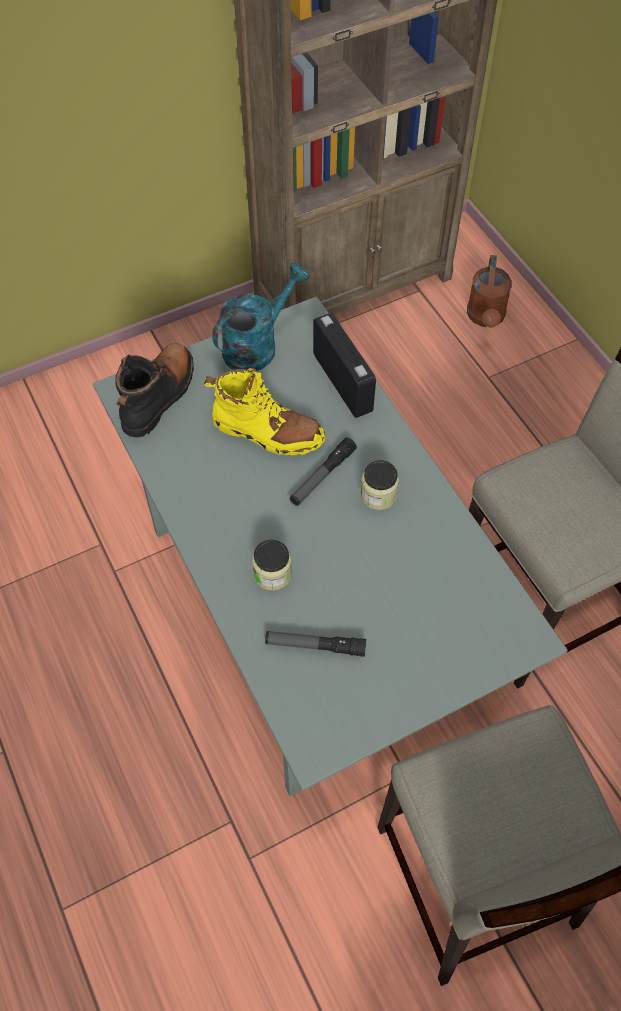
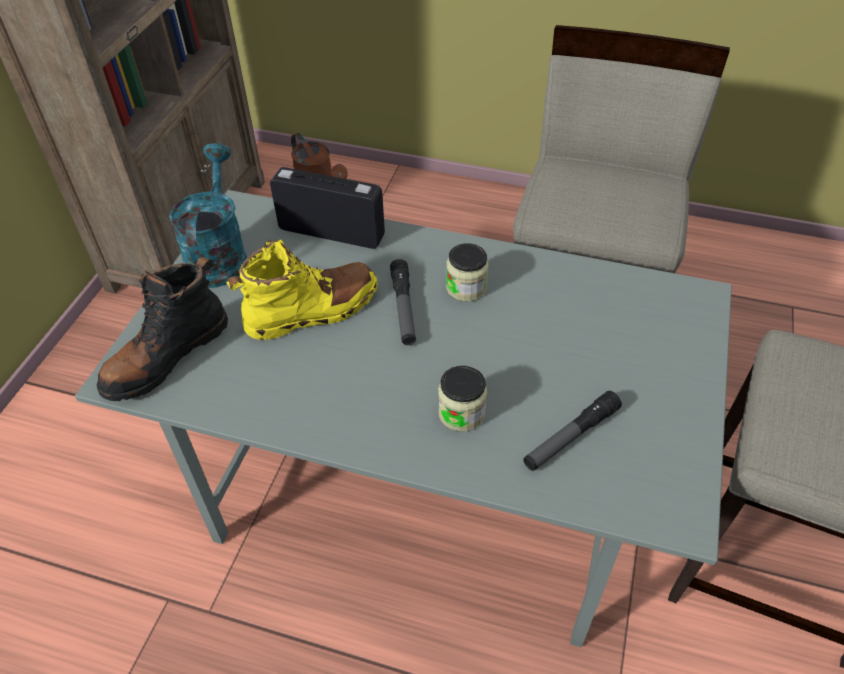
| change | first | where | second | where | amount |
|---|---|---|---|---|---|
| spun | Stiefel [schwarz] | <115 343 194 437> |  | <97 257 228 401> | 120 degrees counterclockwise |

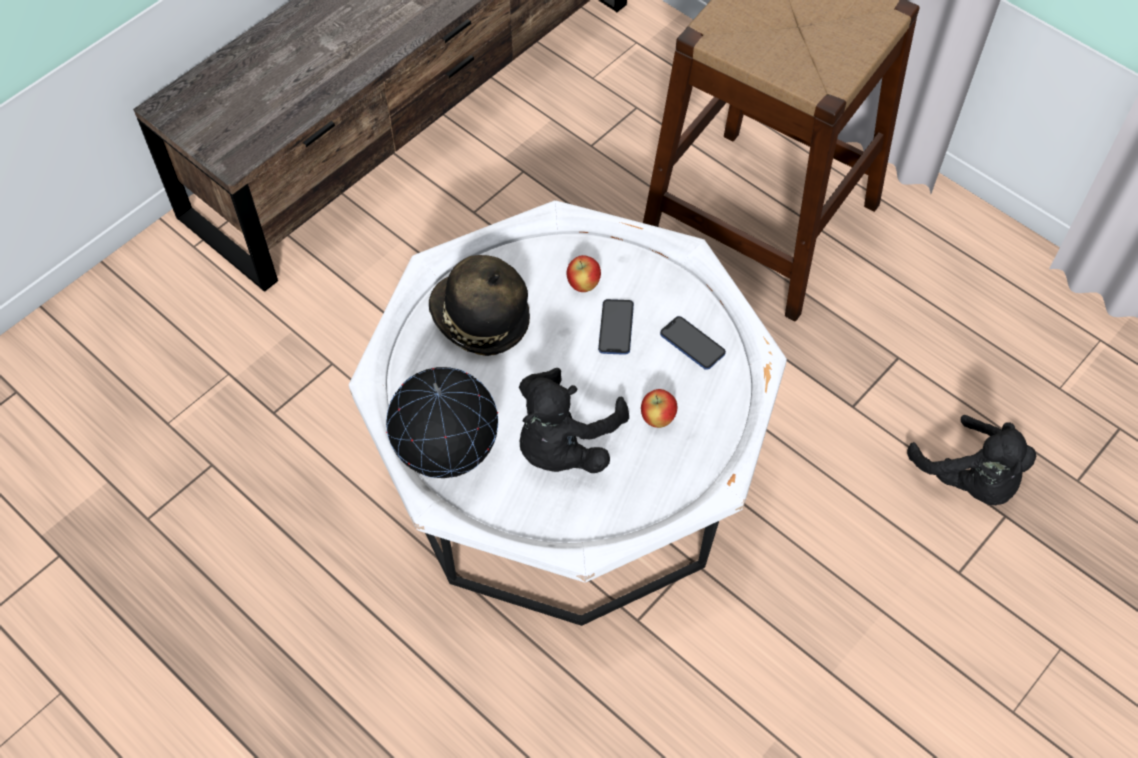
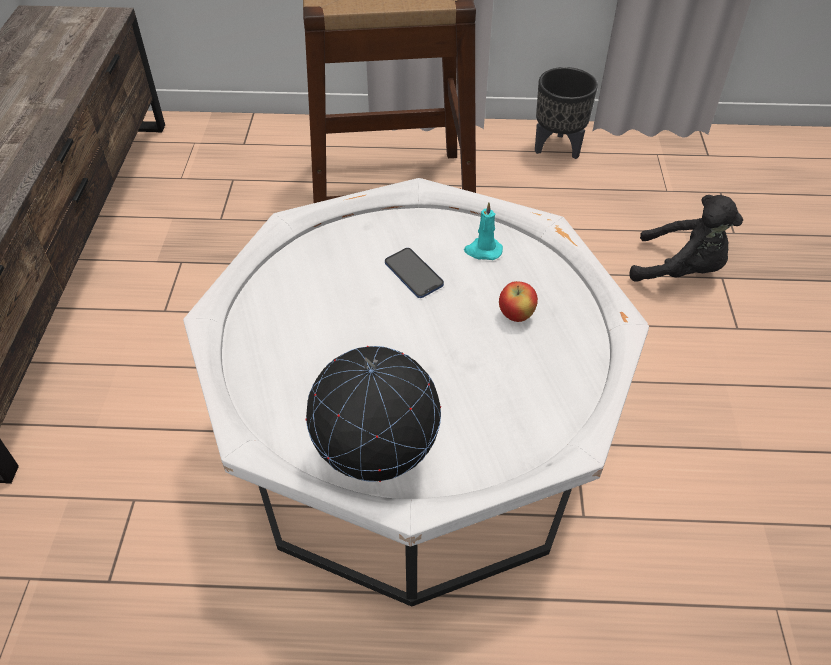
| change | first | where | second | where | amount |
|---|---|---|---|---|---|
| exchanged | Handy | <660 316 726 370> | Kerze [türkis] | <464 202 503 260> |  |
| appeared |  |  | Pflanzkübel [schwarz] | <535 67 598 159> |  |
| missing | Hut | <429 255 530 356> |  |  |  |
| missing | Plüschtier [schwarz] | <519 368 629 473> |  |  |  |
| missing | Apfel | <567 255 601 292> |  |  |  |

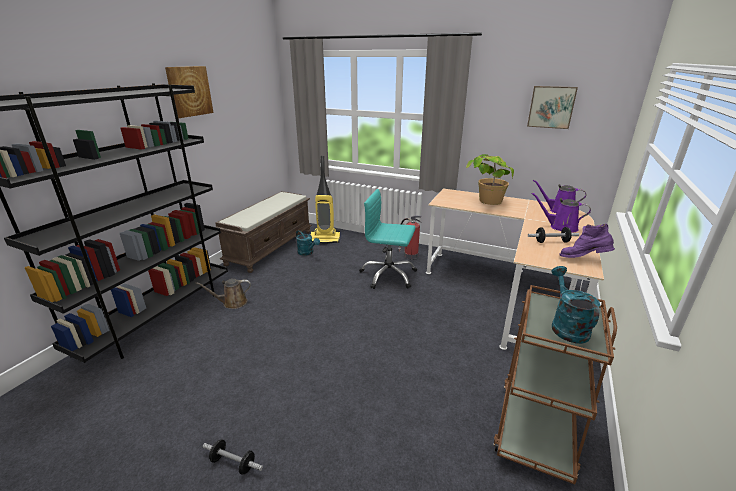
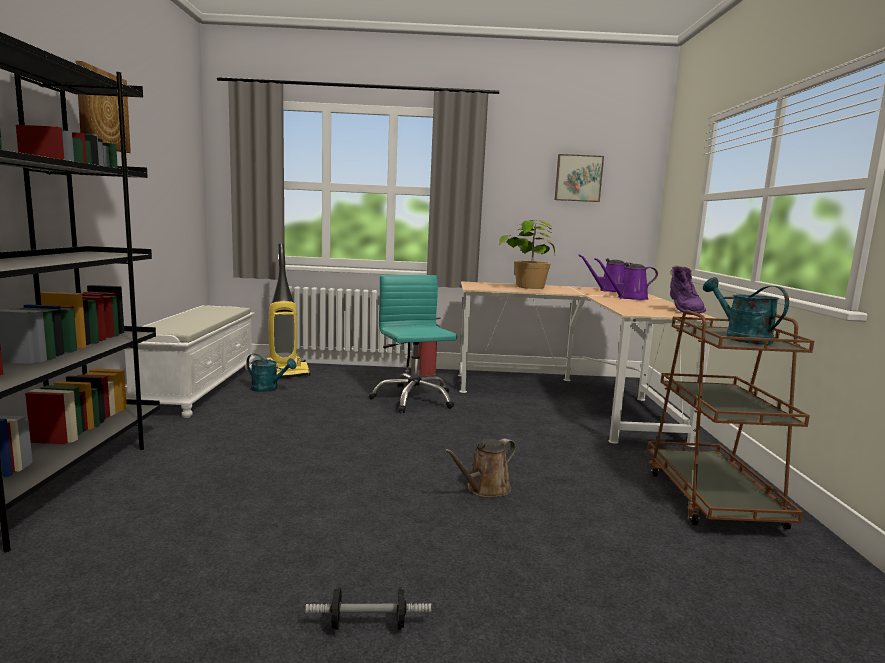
| change | first | where | second | where | amount |
|---|---|---|---|---|---|
| colour | Bank [braun] | <215 191 312 273> | Bank [weiß] | <125 305 255 418> |  |
| spun | Bürostuhl [türkis] | <359 189 417 289> |  | <369 275 457 413> | 75 degrees clockwise |
| relocated | Gießkanne [braun] | <195 279 251 309> |  | <444 438 516 498> |  |
| spun | Stiefel [lila] | <560 224 615 258> |  | <670 265 706 315> | 90 degrees counterclockwise |
| missing | Hantel | <528 227 579 243> |  |  |  |

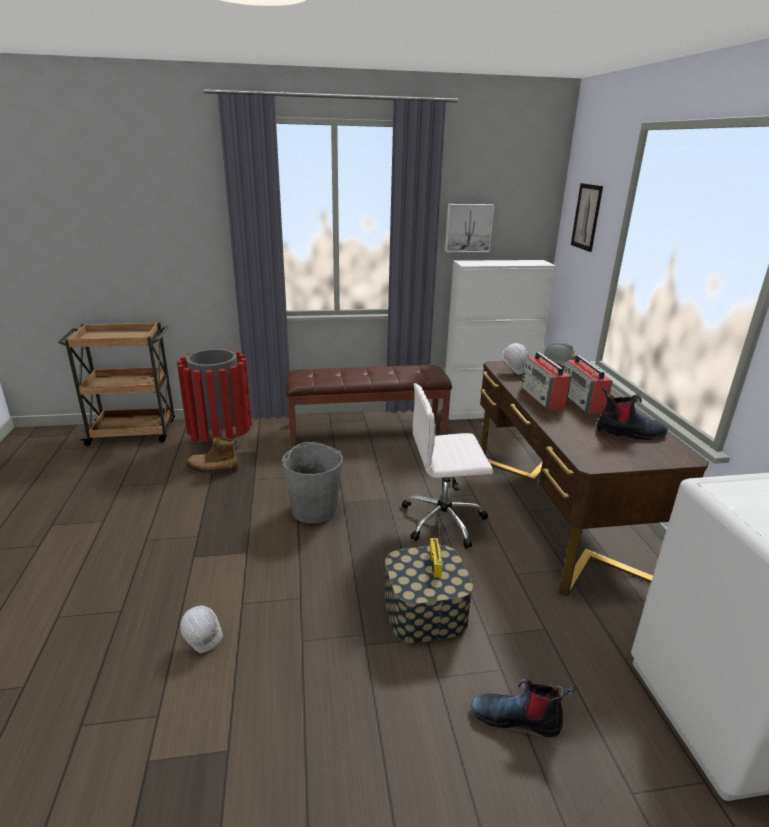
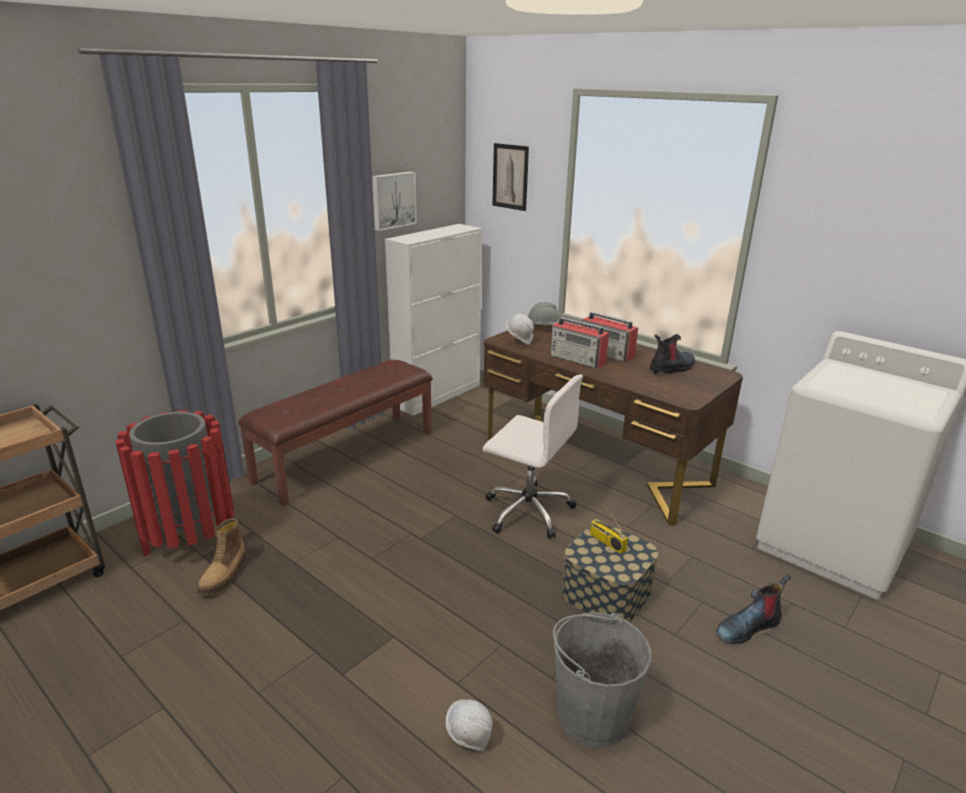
| change | first | where | second | where | amount |
|---|---|---|---|---|---|
| spun | Stiefel | <186 437 239 474> |  | <197 518 247 595> | 45 degrees counterclockwise |
| spun | Bürostuhl [weiß] | <402 383 493 549> |  | <483 374 583 539> | 105 degrees counterclockwise |
| relocated | Eimer [grau] | <282 442 343 524> |  | <553 612 651 748> |  |

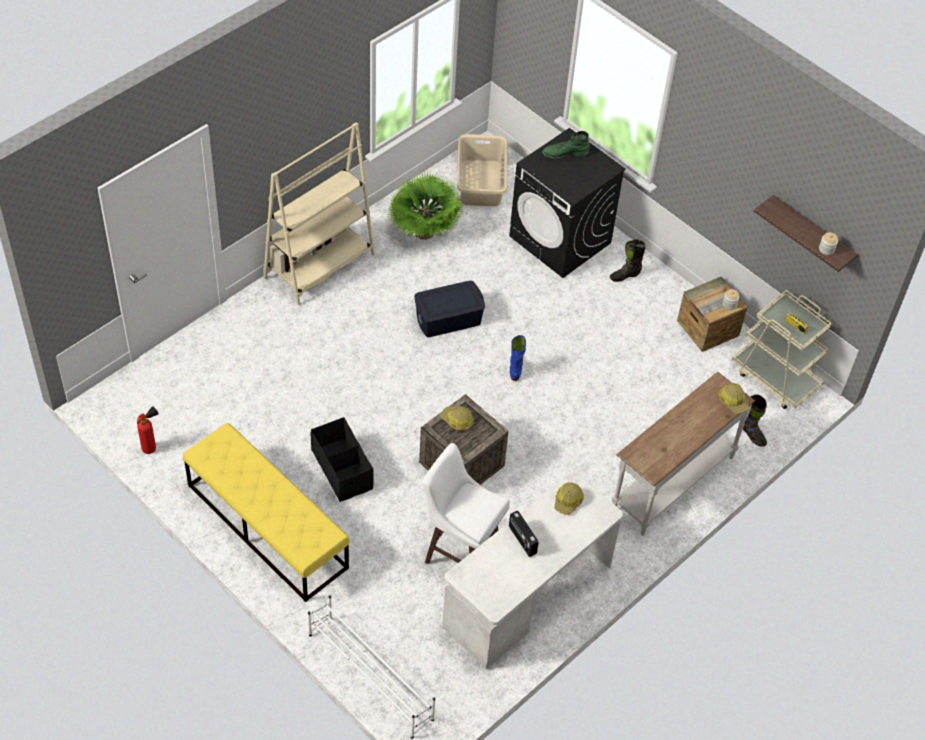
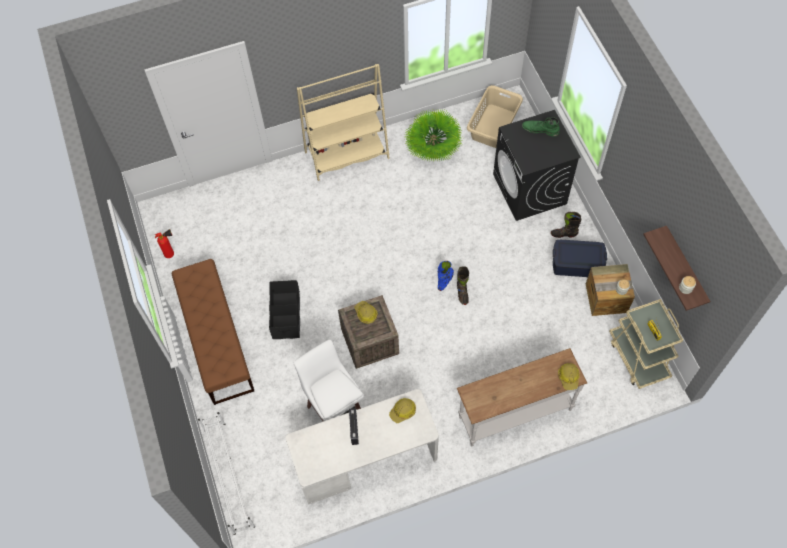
| change | first | where | second | where | amount |
|---|---|---|---|---|---|
| colour | Bank [gelb] | <183 423 350 602> | Bank [braun] | <172 259 254 405> |  |
| relocated | Stiefel [schwarz] | <743 394 767 447> |  | <457 266 469 305> |  |
| relocated | Aufbewahrungsbox [blau] | <415 281 485 337> |  | <553 240 607 277> |  |

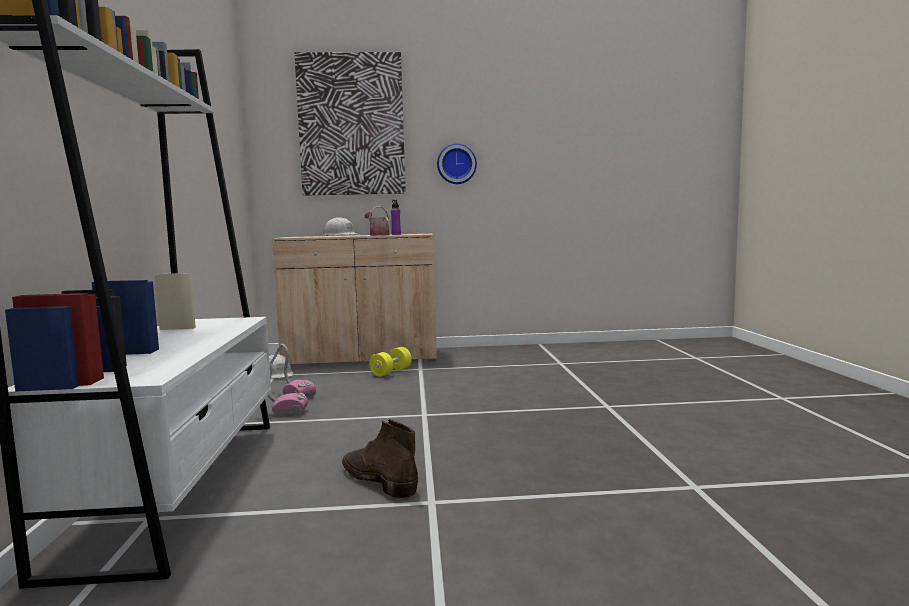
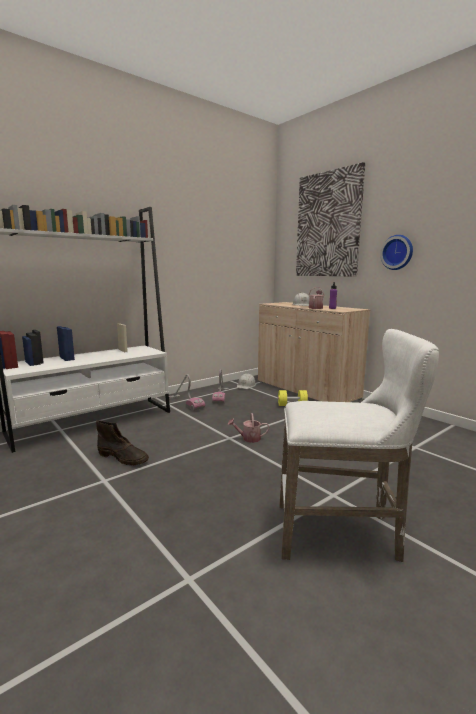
| change | first | where | second | where | amount |
|---|---|---|---|---|---|
| spun | Stiefel [braun] | <342 419 418 499> |  | <96 420 149 465> | 105 degrees clockwise |
| appeared |  |  | Gießkanne | <227 413 270 443> |  |
| appeared |  |  | Hocker [weiß] | <280 329 439 562> |  |

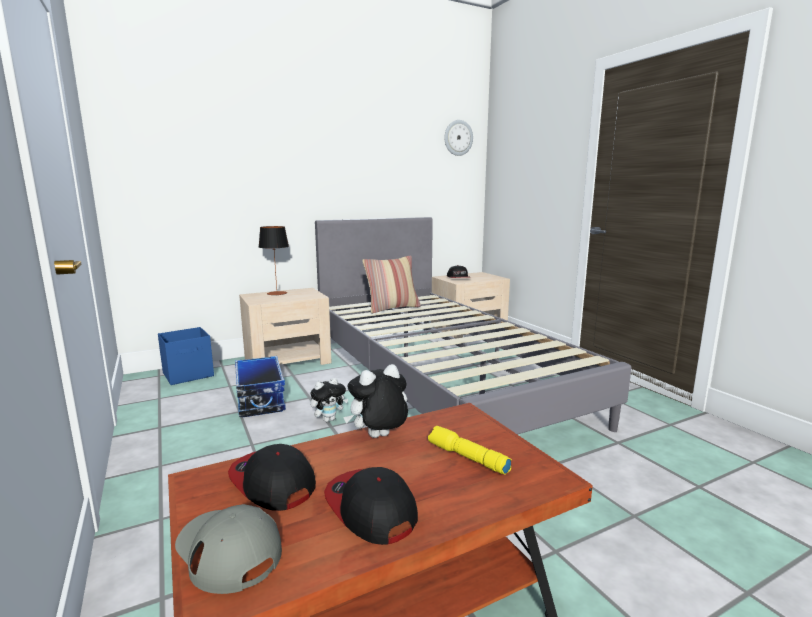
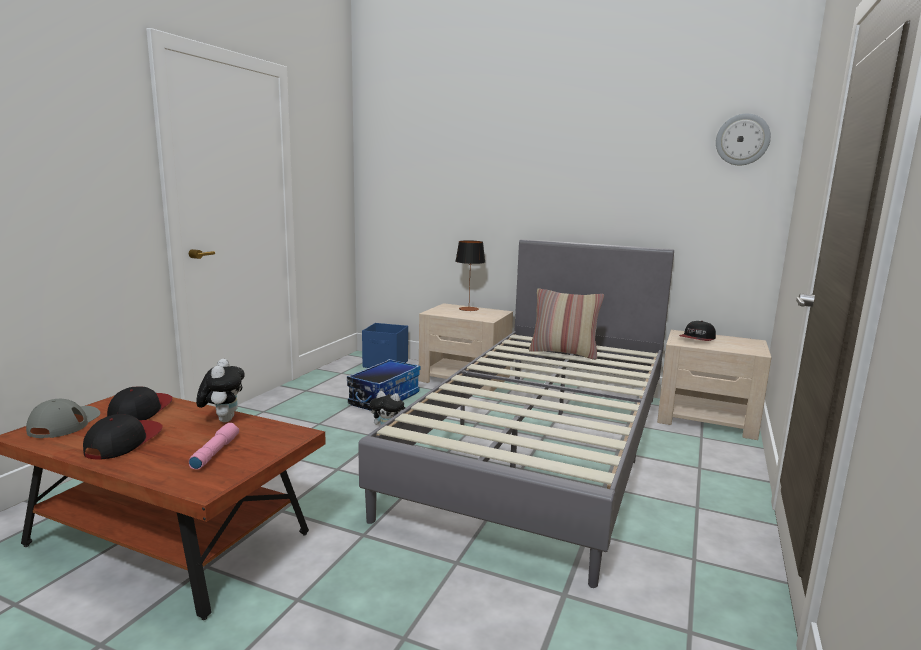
| change | first | where | second | where | amount |
|---|---|---|---|---|---|
| colour | Taschenlampe [gelb] | <428 426 512 475> | Taschenlampe [rosa] | <189 423 239 469> |  |
| spun | Plüschtier | <343 364 408 438> |  | <196 359 245 422> | 60 degrees clockwise |

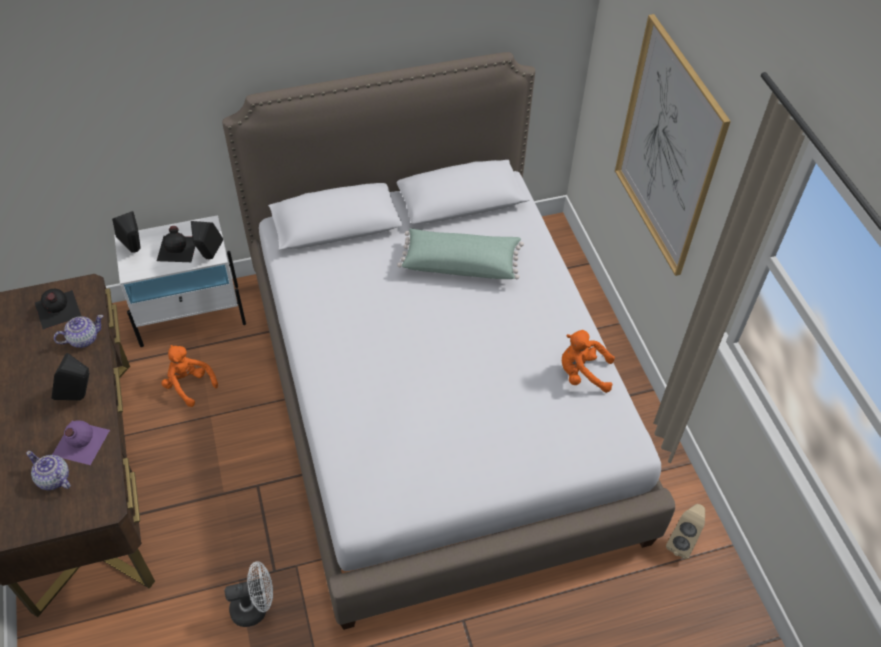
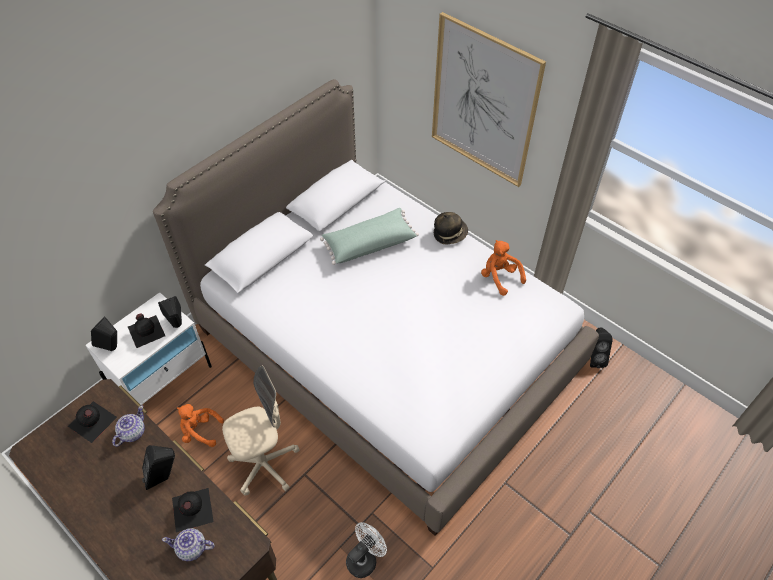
| change | first | where | second | where | amount |
|---|---|---|---|---|---|
| colour | Flasche [lila] | <52 420 110 465> | Flasche [schwarz] | <172 488 214 532> |  |
| appeared |  |  | Bürostuhl [beige] | <222 366 300 496> |  |
| appeared |  |  | Hut | <434 212 468 244> |  |
| spun | Plüschtier [orange] | <562 330 615 393> |  | <481 240 526 296> | 75 degrees clockwise |
| colour | Lautsprecher [beige] | <666 504 705 559> | Lautsprecher [schwarz] | <590 327 613 368> |  |

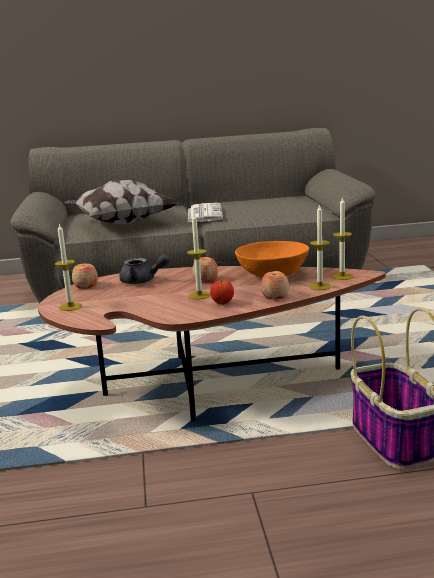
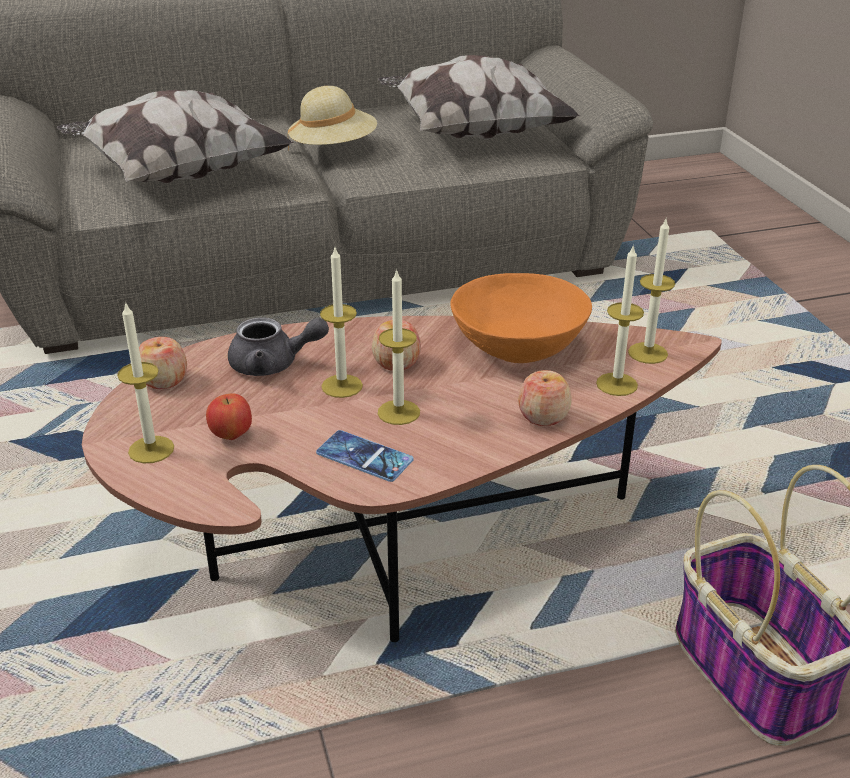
| change | first | where | second | where | amount |
|---|---|---|---|---|---|
| relocated | Apfel | <210 280 234 305> |  | <206 393 252 440> |  |
| exchanged | Zeitung | <188 203 223 222> | Hut [beige] | <288 86 377 151> |  |
| appeared |  |  | Handy | <316 430 414 482> |  |
| appeared |  |  | Kerze | <320 248 363 398> |  |
| appeared |  |  | Kissen | <378 55 580 140> |  |

